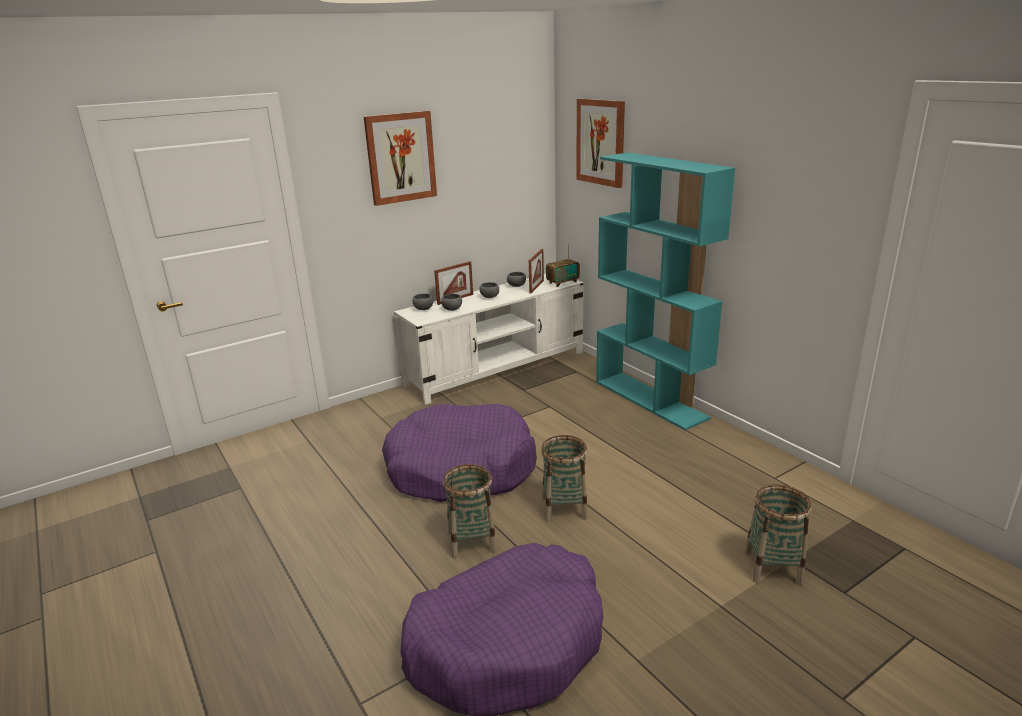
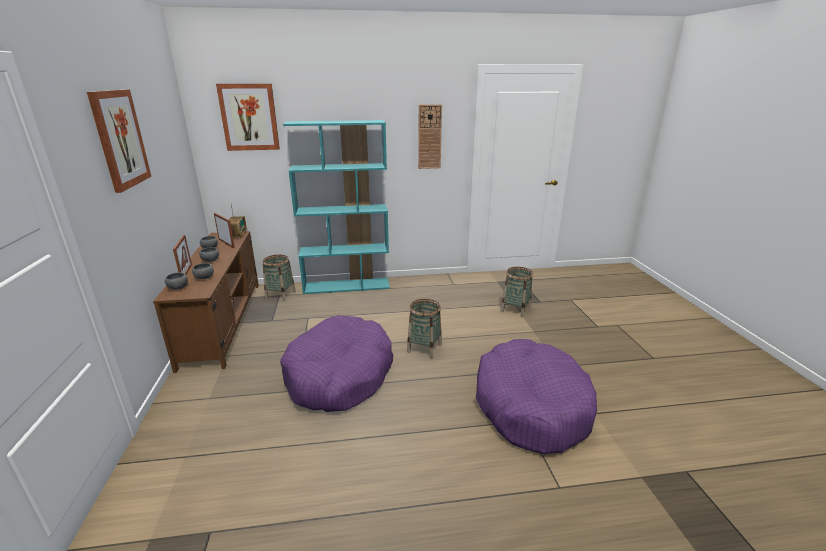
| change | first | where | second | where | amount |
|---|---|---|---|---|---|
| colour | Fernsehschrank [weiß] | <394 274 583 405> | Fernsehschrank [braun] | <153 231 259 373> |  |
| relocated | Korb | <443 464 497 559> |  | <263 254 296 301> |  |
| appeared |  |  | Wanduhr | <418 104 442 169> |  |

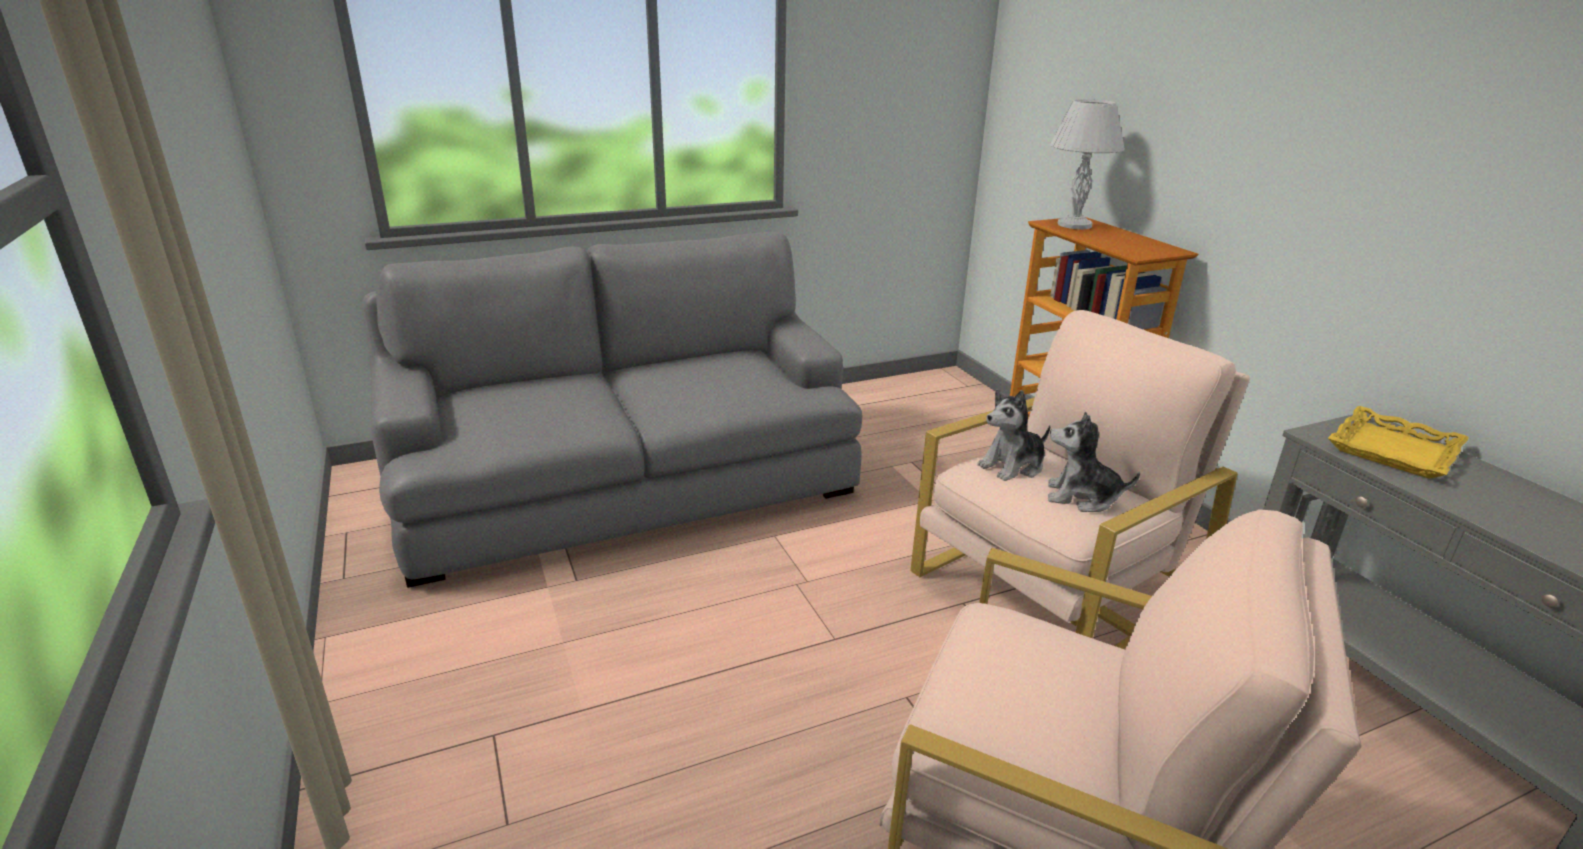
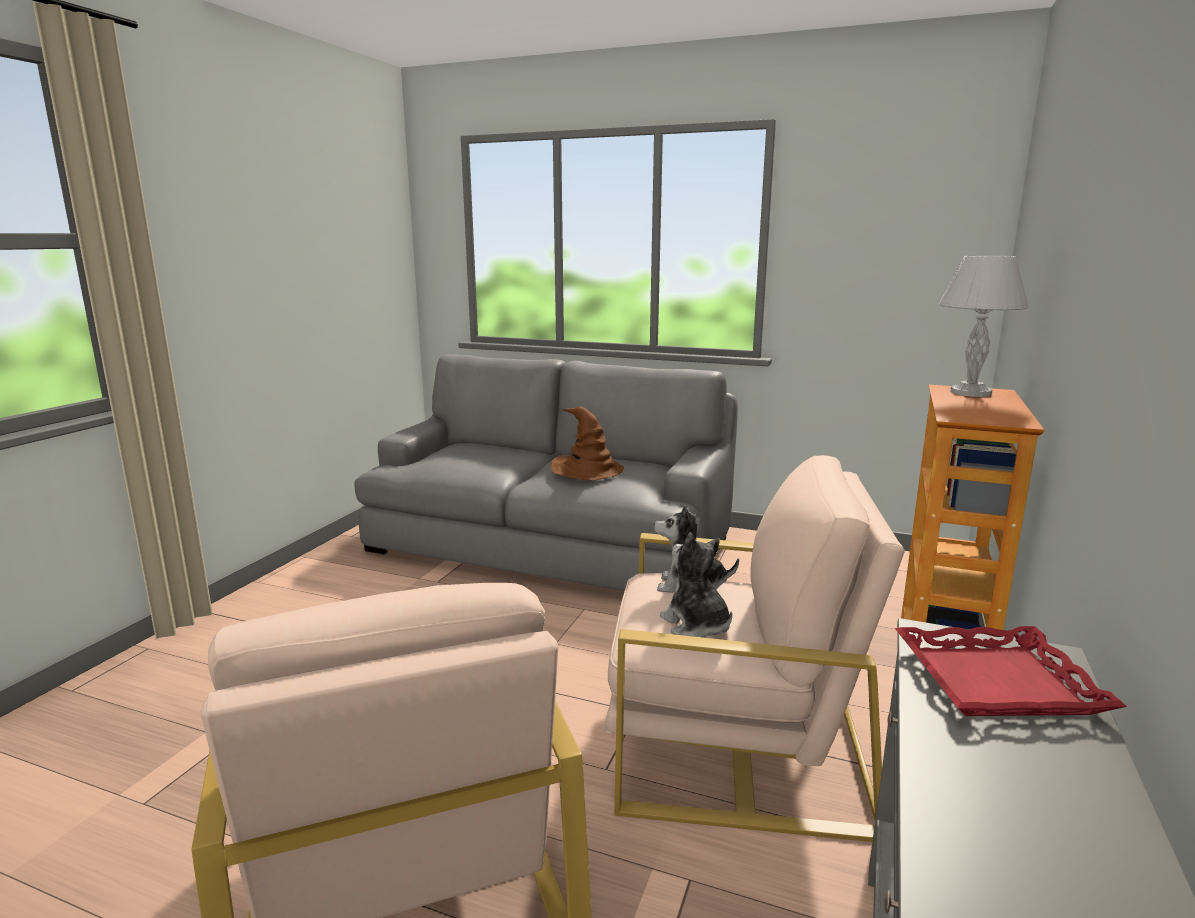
| change | first | where | second | where | amount |
|---|---|---|---|---|---|
| appeared |  |  | Hut [braun] | <551 406 624 480> |  |
| colour | Tablett [gelb] | <1328 406 1469 479> | Tablett [rot] | <895 626 1127 716> |  |

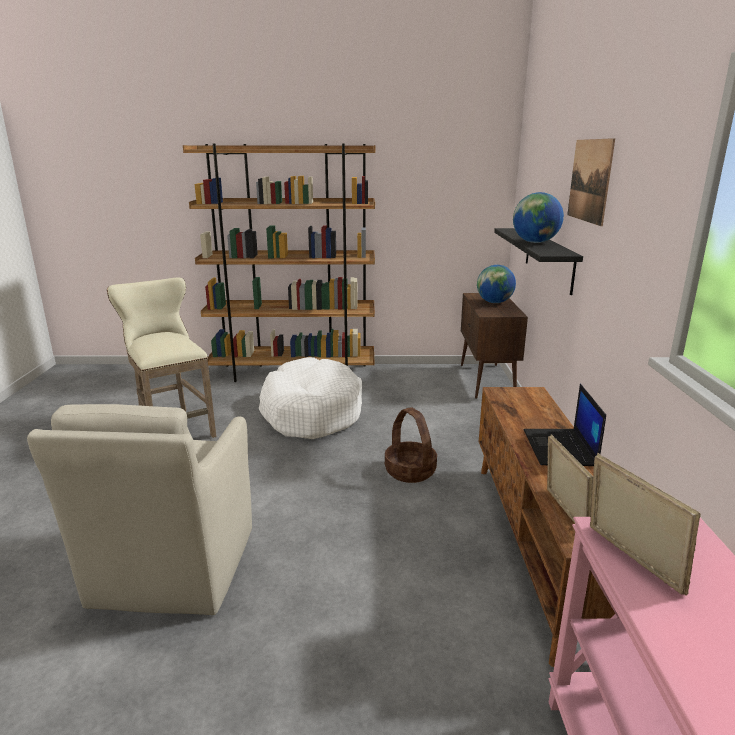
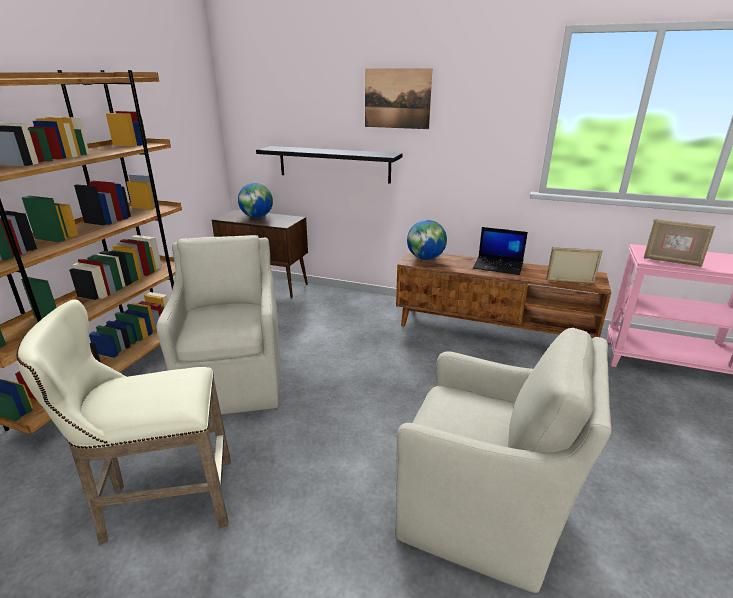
| change | first | where | second | where | amount |
|---|---|---|---|---|---|
| exchanged | Hundebett [weiß] | <259 357 362 439> | Sessel [beige] | <156 235 280 415> |  |
| relocated | Globus | <513 192 564 243> |  | <407 220 447 260> |  |
| spun | Bilderrahmen | <590 453 701 595> |  | <644 219 715 267> | 150 degrees counterclockwise |
| missing | Korb | <385 407 437 483> |  |  |  |

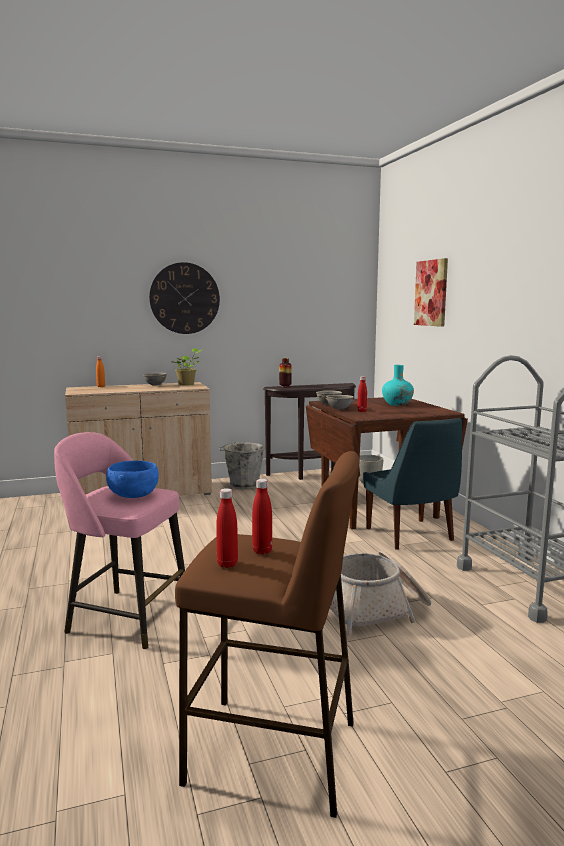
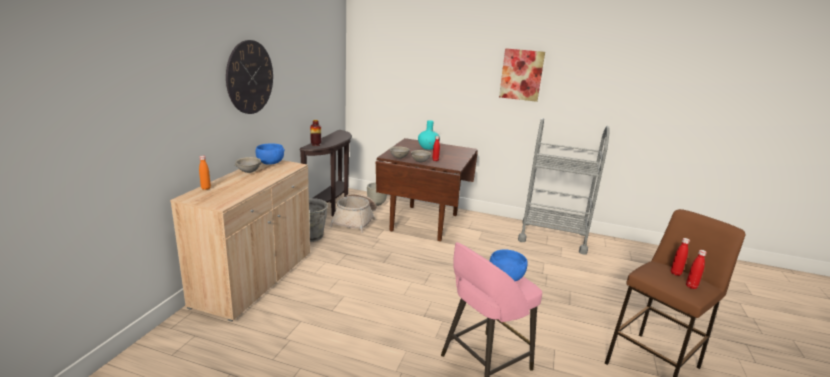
| change | first | where | second | where | amount |
|---|---|---|---|---|---|
| exchanged | Topfpflanze | <173 348 203 385> | Schüssel [blau] | <256 144 285 165> |  |
| relocated | Korb | <330 550 431 636> |  | <329 193 377 233> |  |
| relocated | Bild | <414 258 448 327> |  | <499 48 545 102> |  |
| missing | Stuhl [blau] | <363 418 462 550> |  |  |  |

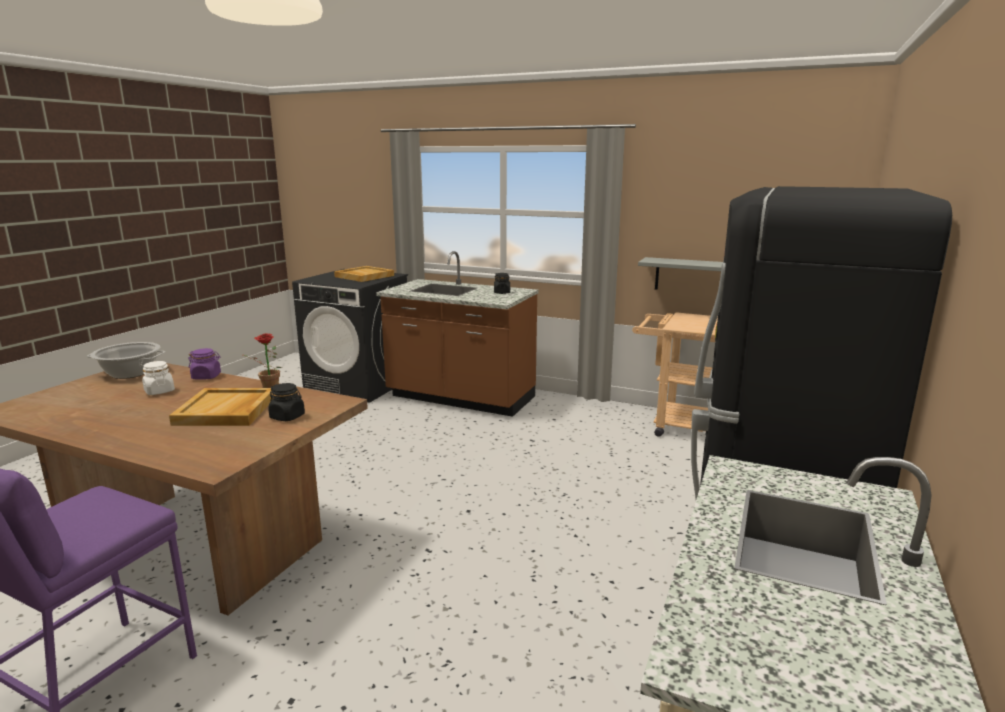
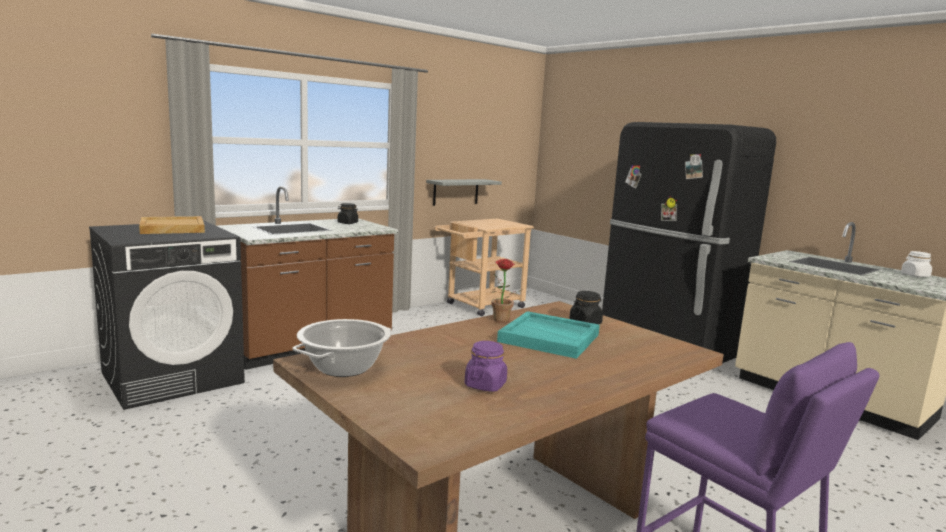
| change | first | where | second | where | amount |
|---|---|---|---|---|---|
| relocated | Vorratsglas [lila] | <188 348 221 380> |  | <464 341 507 392> |  |
| colour | Tablett [beige] | <169 388 273 426> | Tablett [türkis] | <497 311 600 359> |  |
| relocated | Vorratsglas [weiß] | <142 361 175 395> |  | <901 251 932 277> |  |

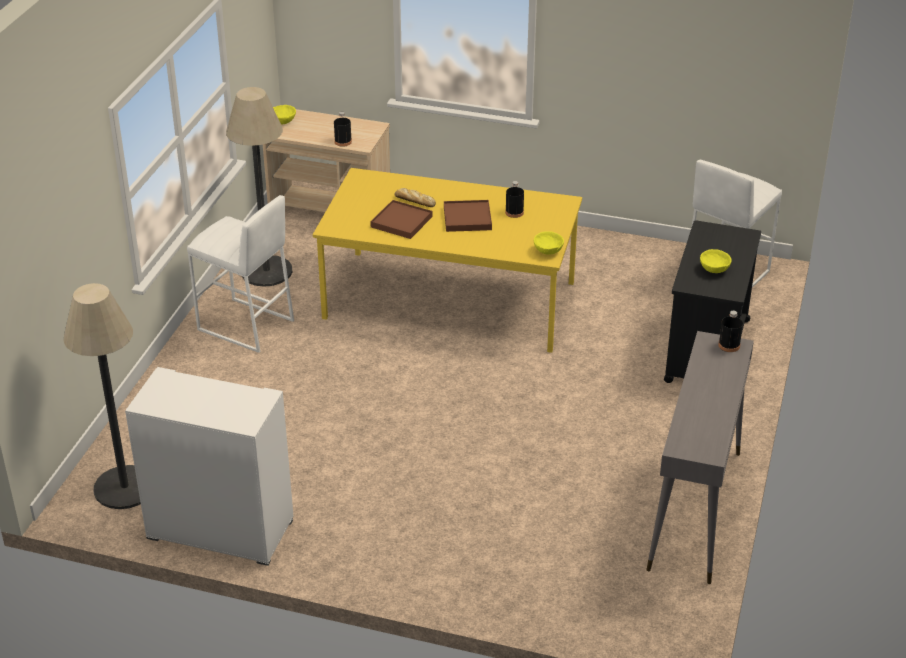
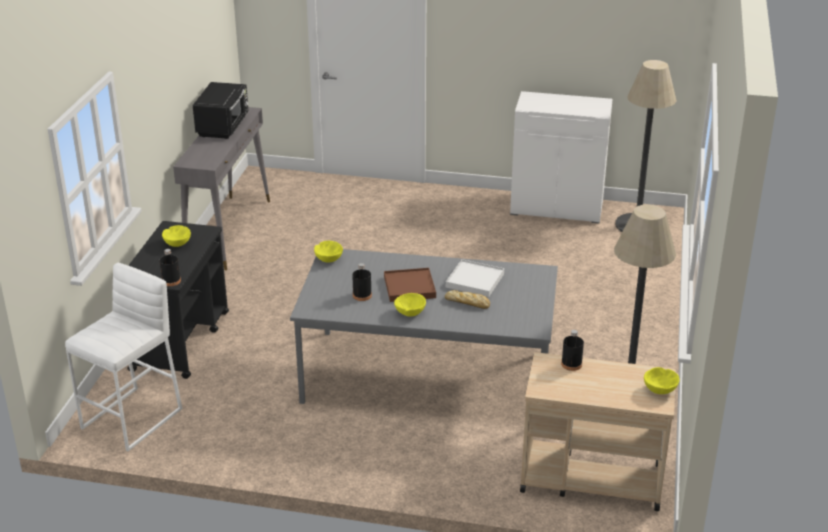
| change | first | where | second | where | amount |
|---|---|---|---|---|---|
| relocated | Flasche [schwarz] | <718 310 743 352> |  | <159 249 181 286> |  |
| appeared |  |  | Mikrowelle [schwarz] | <193 82 248 139> |  |
| colour | Esstisch [gelb] | <313 168 582 353> | Esstisch [grau] | <290 249 558 404> |  |
| appeared |  |  | Schüssel [gelb] | <394 293 426 317> |  |
| colour | Tablett [braun] | <370 200 432 239> | Tablett [weiß] | <446 259 504 297> |  |
| missing | Hocker [weiß] | <187 195 294 353> |  |  |  |

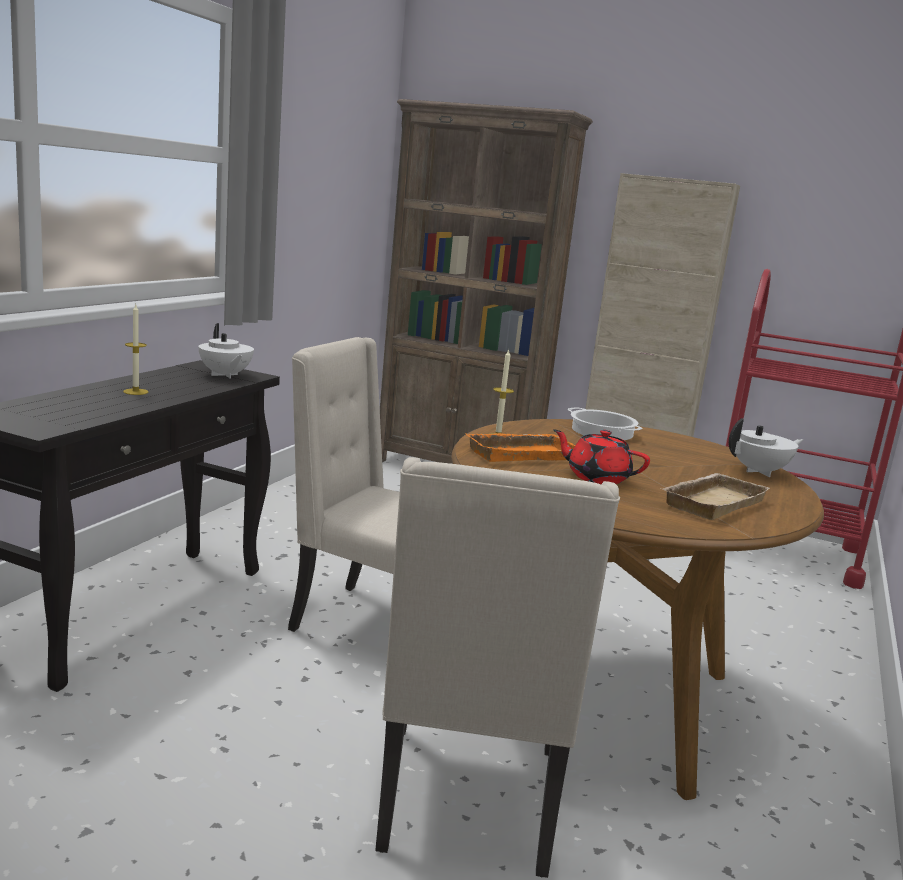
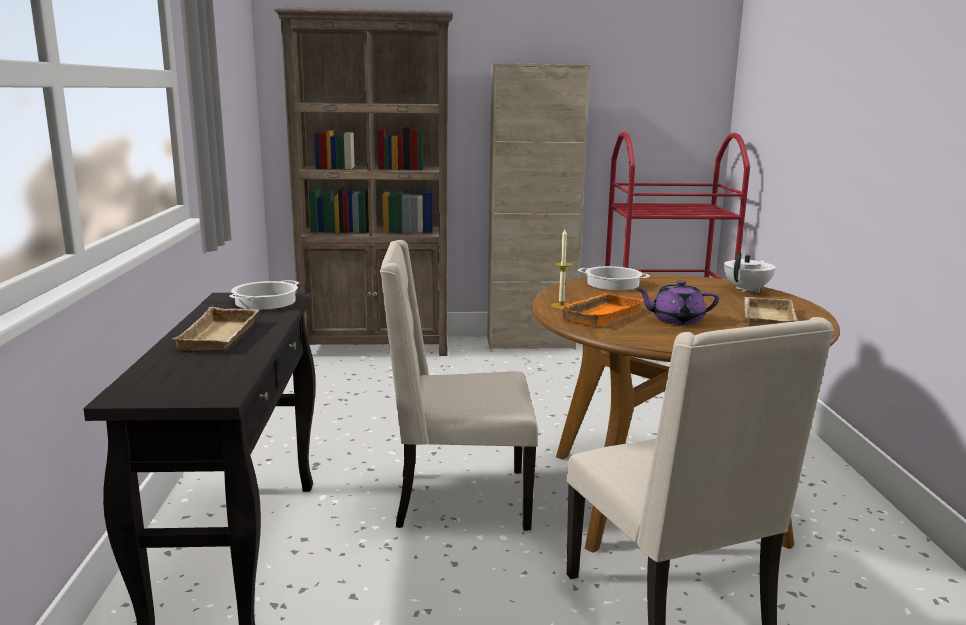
| change | first | where | second | where | amount |
|---|---|---|---|---|---|
| exchanged | Kerze | <123 305 148 395> | Tablett [beige] | <173 307 260 351> |  |
| exchanged | Teekanne [weiß] | <198 323 254 379> | Kochtopf | <230 280 299 310> |  |
| colour | Teekanne [rot] | <553 429 650 484> | Teekanne [lila] | <636 280 719 325> |  |

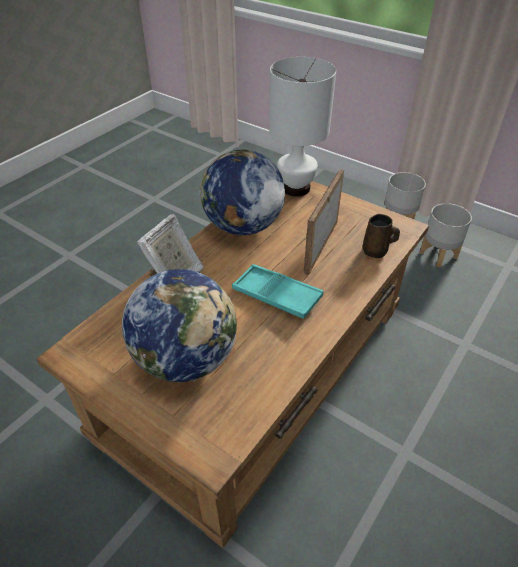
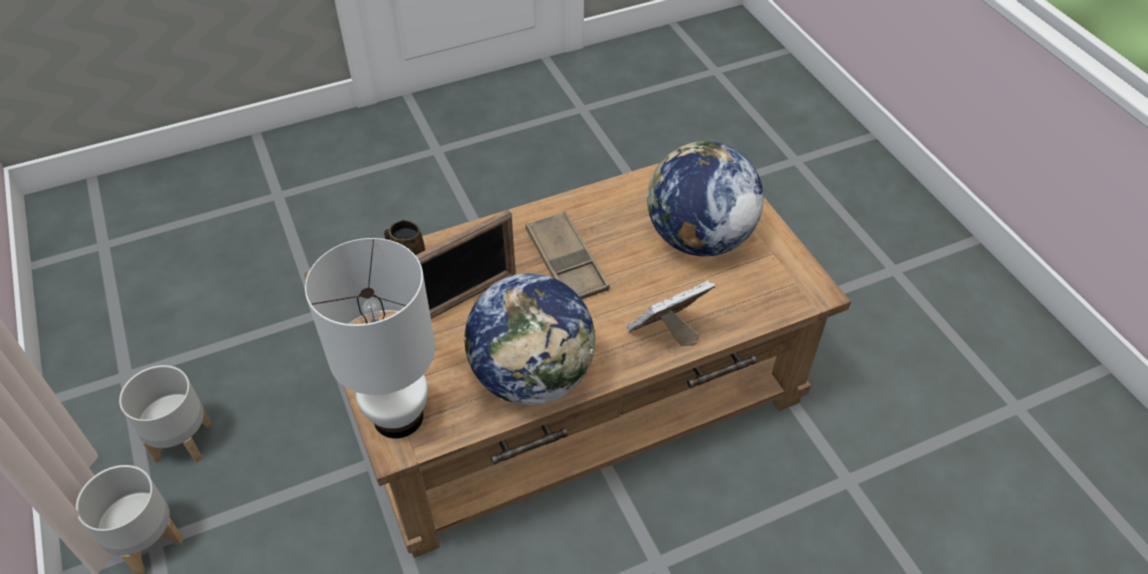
| change | first | where | second | where | amount |
|---|---|---|---|---|---|
| colour | Tablett [türkis] | <232 264 323 319> | Tablett [braun] | <525 211 610 299> |  |

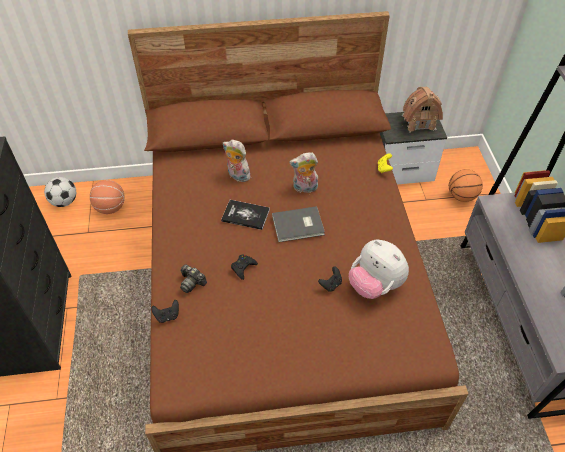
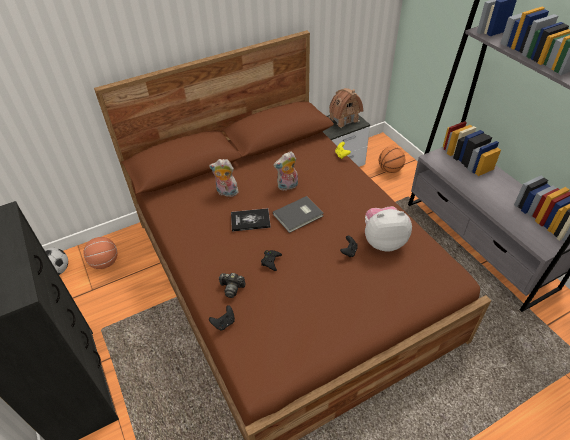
| change | first | where | second | where | amount |
|---|---|---|---|---|---|
| spun | Plüschtier | <349 240 409 299> |  | <365 206 412 252> | 150 degrees clockwise |

